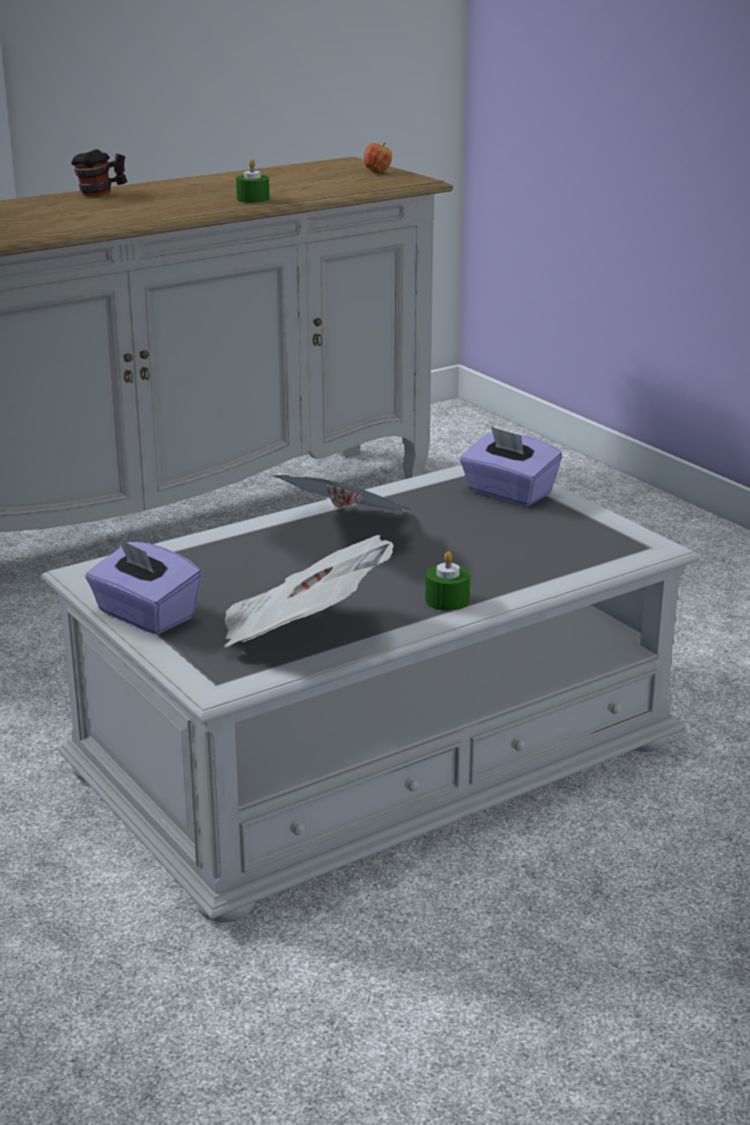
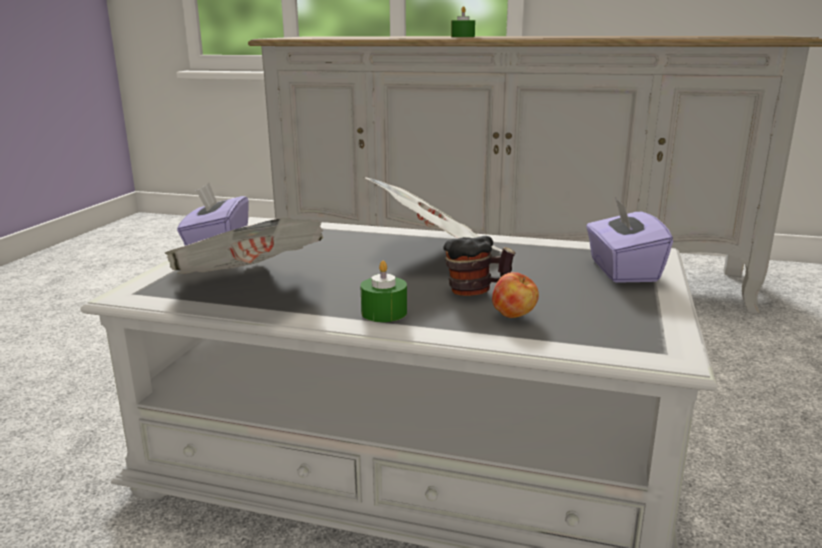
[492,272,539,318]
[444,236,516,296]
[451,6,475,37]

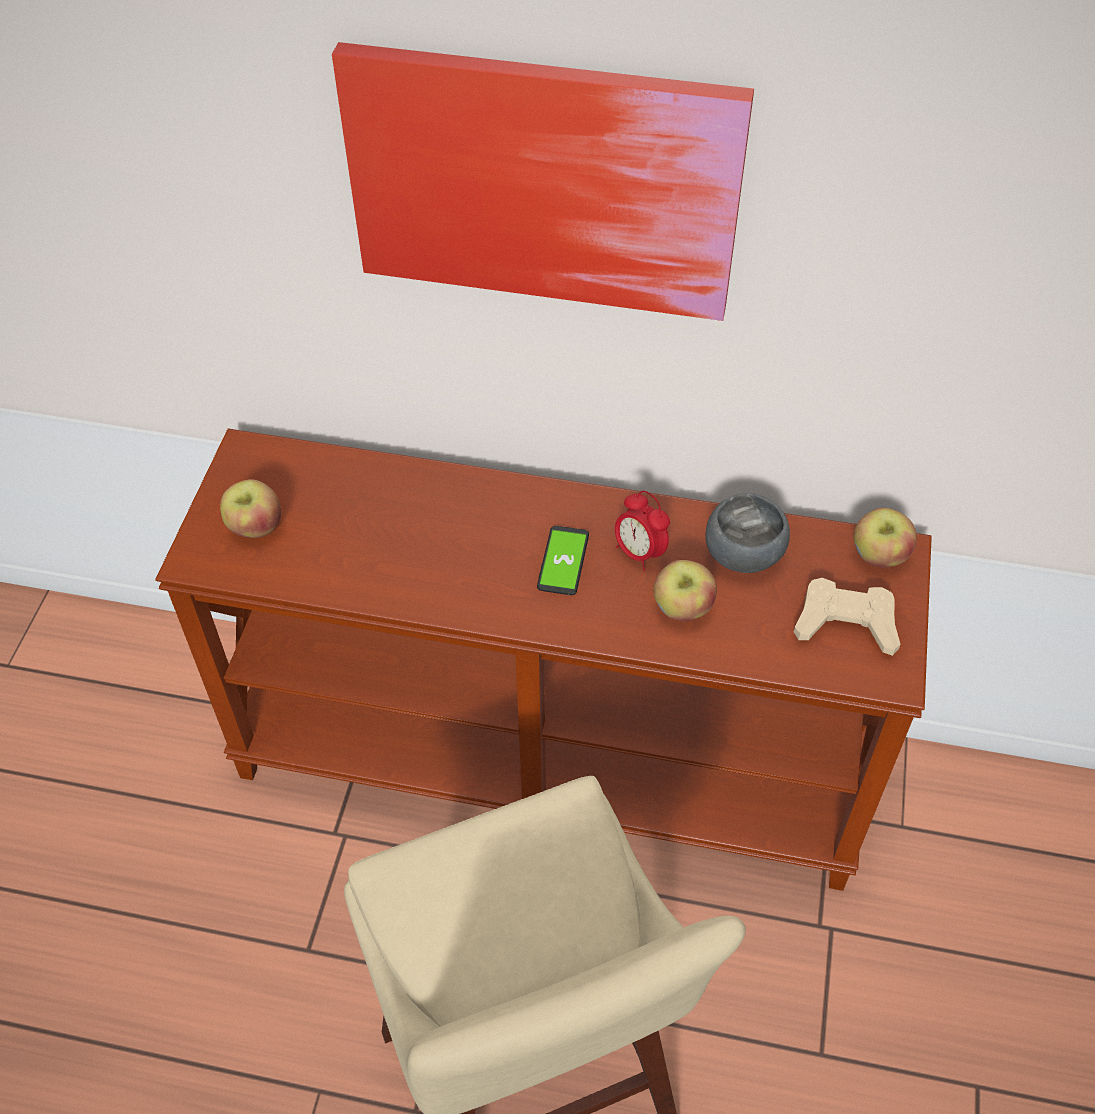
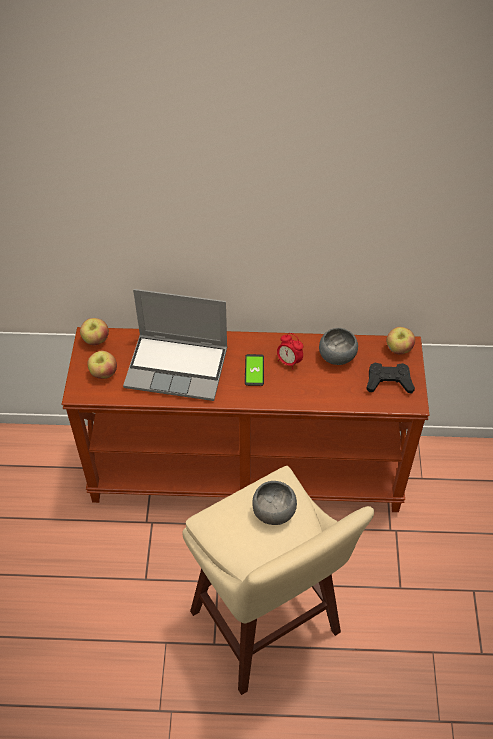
[332,42,754,321] (first image)
[80,318,109,345]
[366,363,415,394]
[123,289,227,401]
[252,481,297,525]

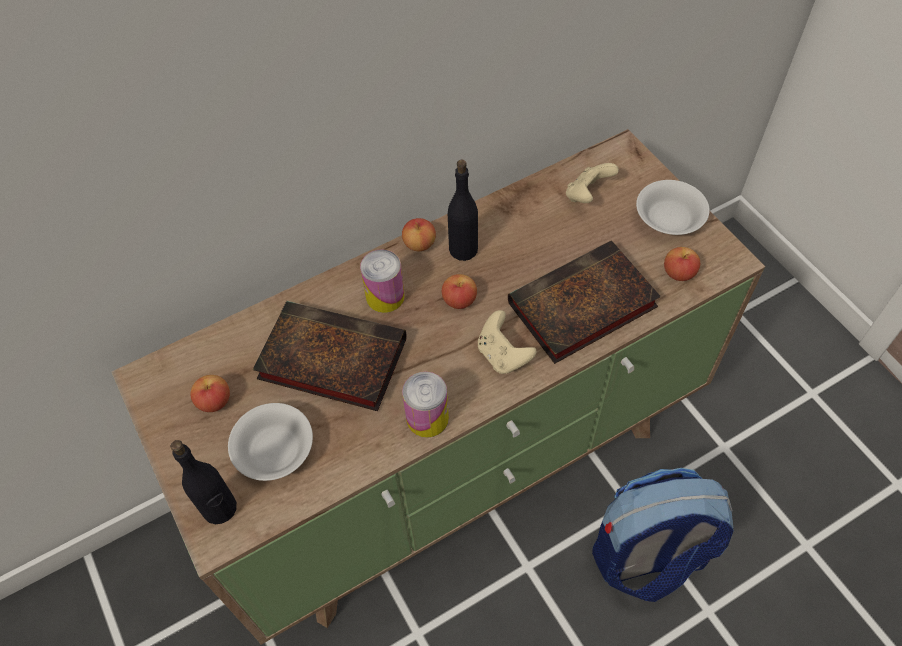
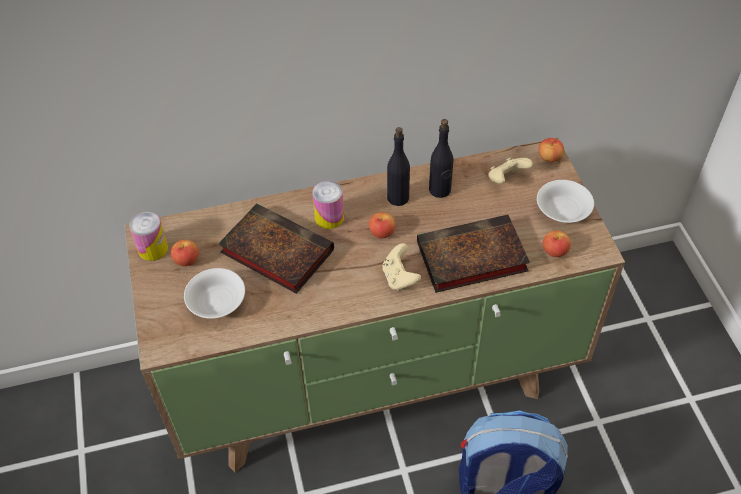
[539,138,564,162]
[129,212,168,261]
[429,119,453,198]

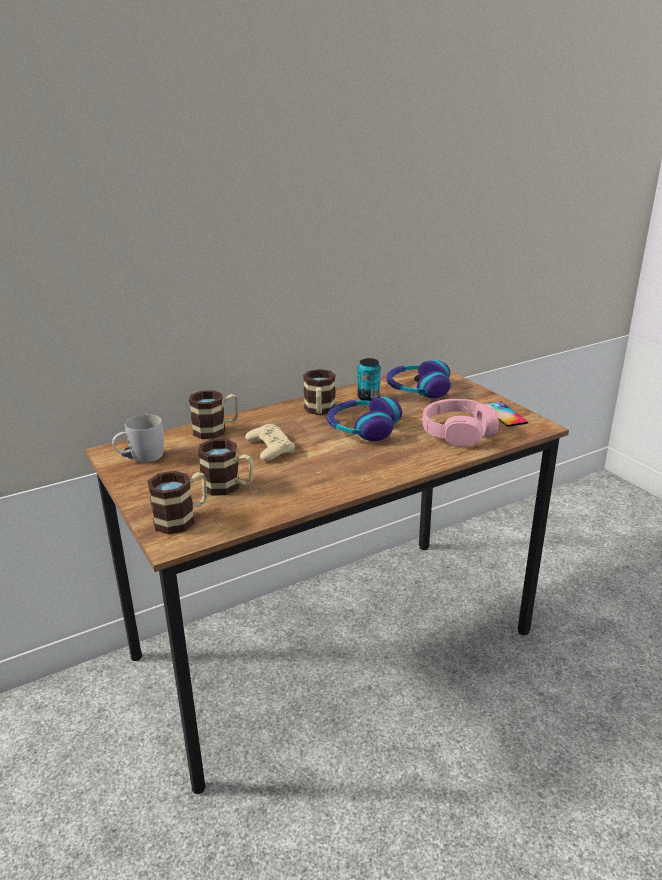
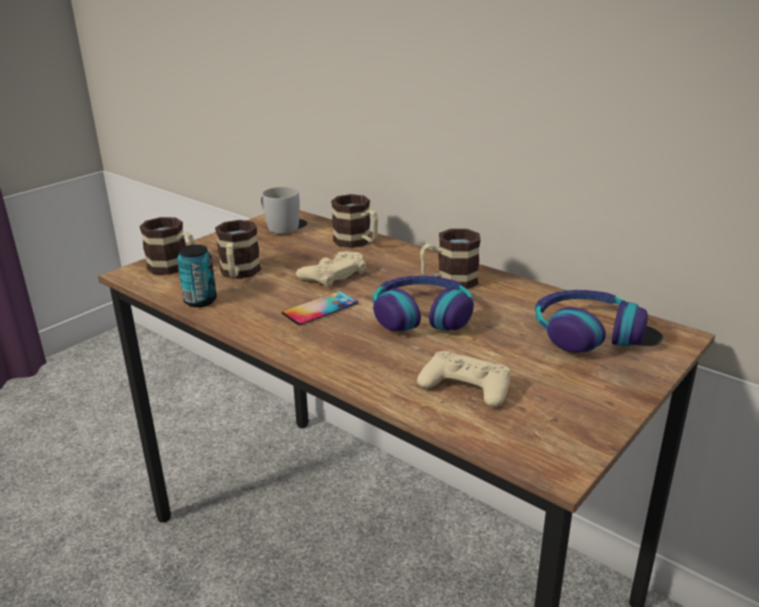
[177,244,217,307]
[417,351,510,407]
[282,291,358,325]

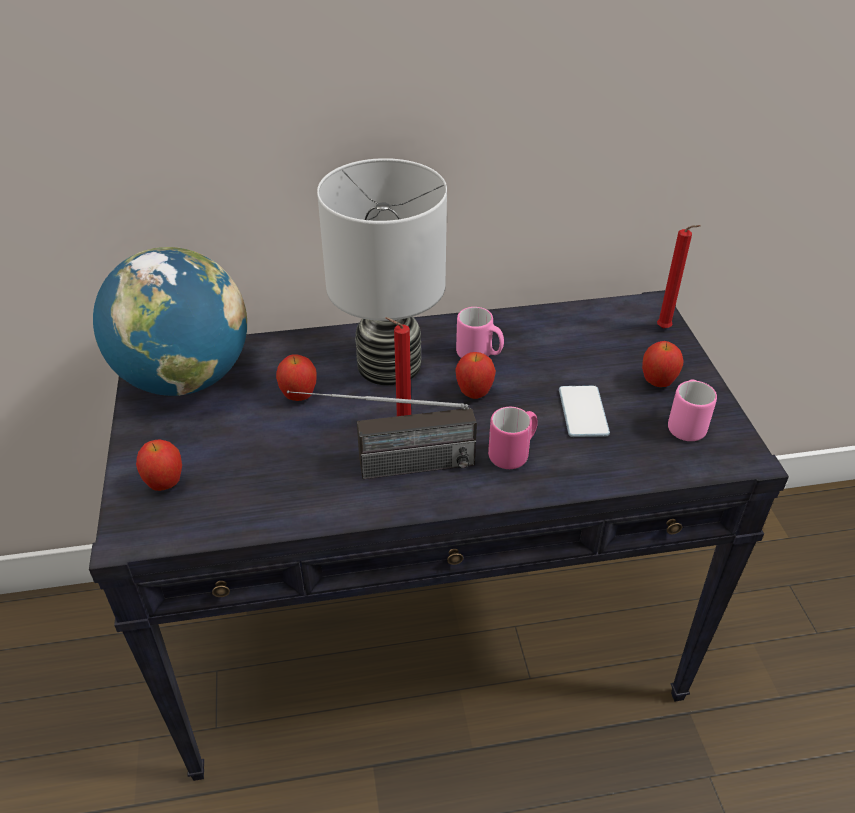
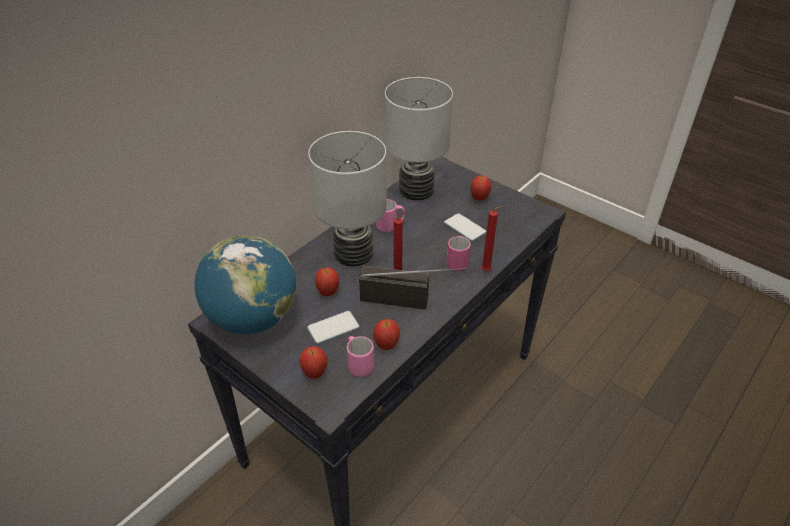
[481,206,504,271]
[373,319,400,350]
[347,336,374,377]
[359,266,467,310]
[385,77,453,200]
[307,311,360,344]

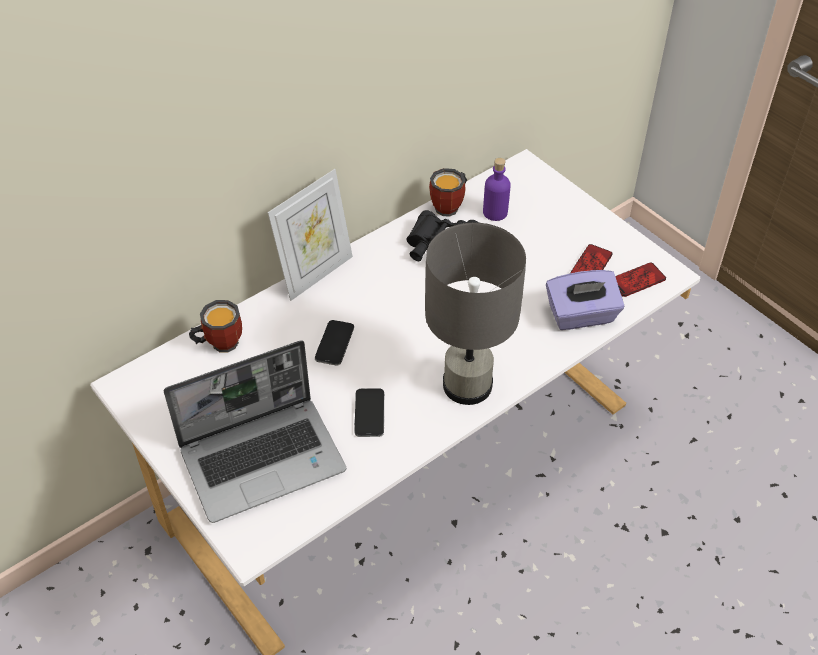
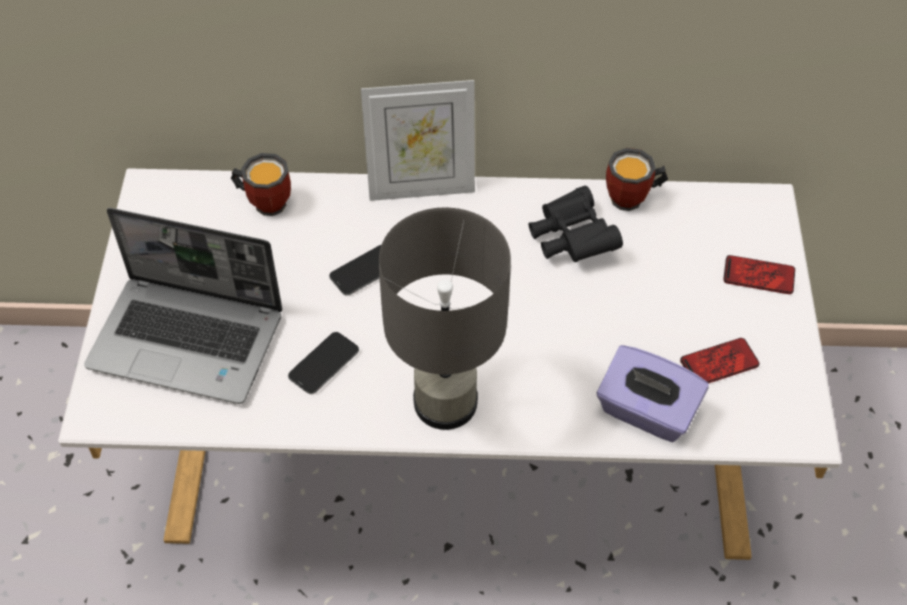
[483,158,511,221] (first image)
[723,255,795,294]

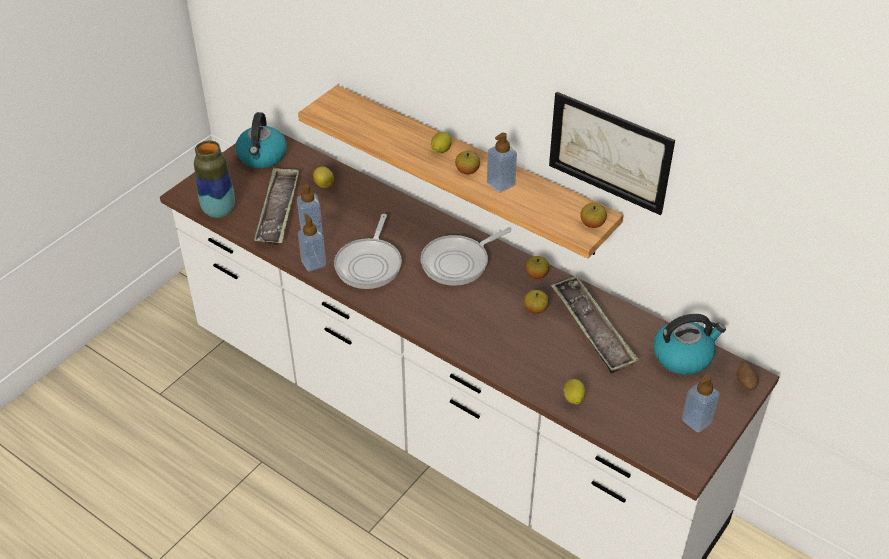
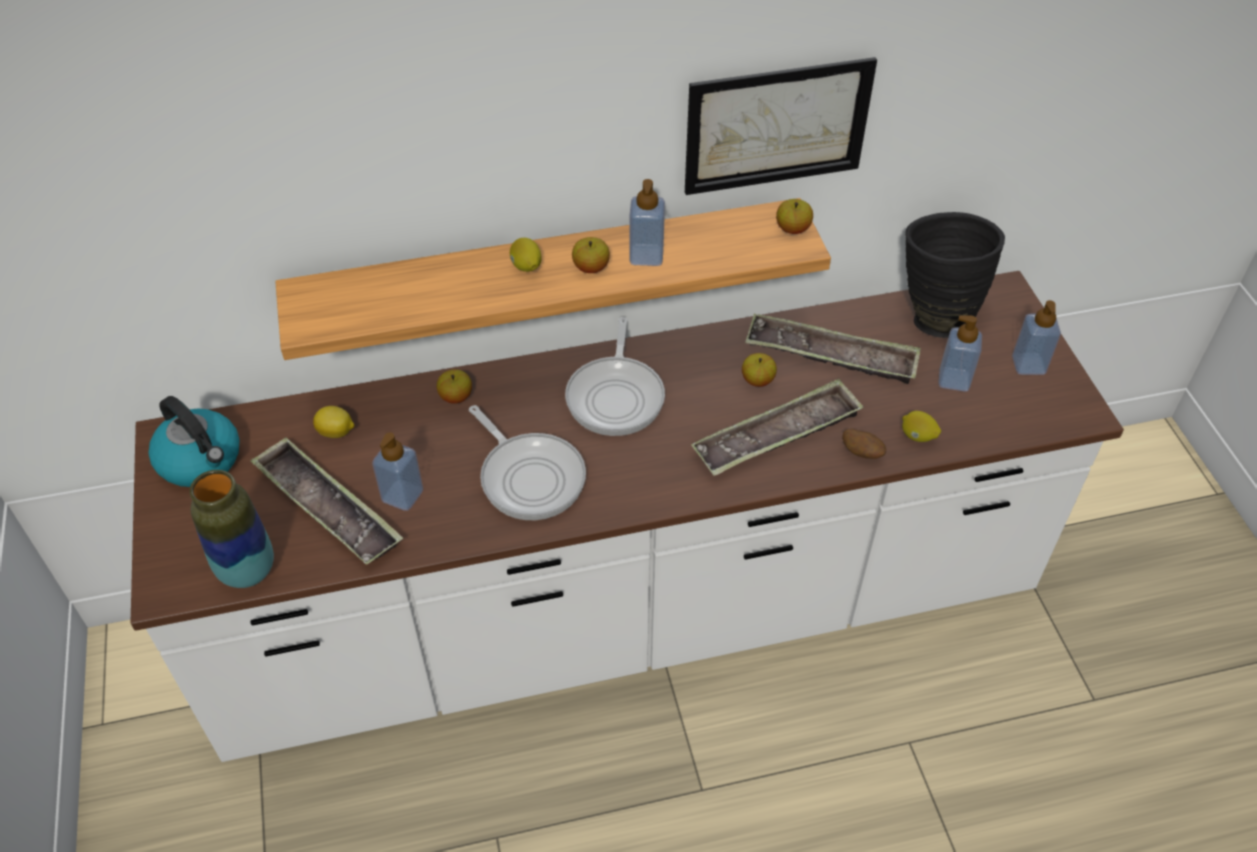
[938,316,982,392]
[437,369,472,404]
[905,212,1005,338]
[842,428,886,459]
[691,378,864,476]

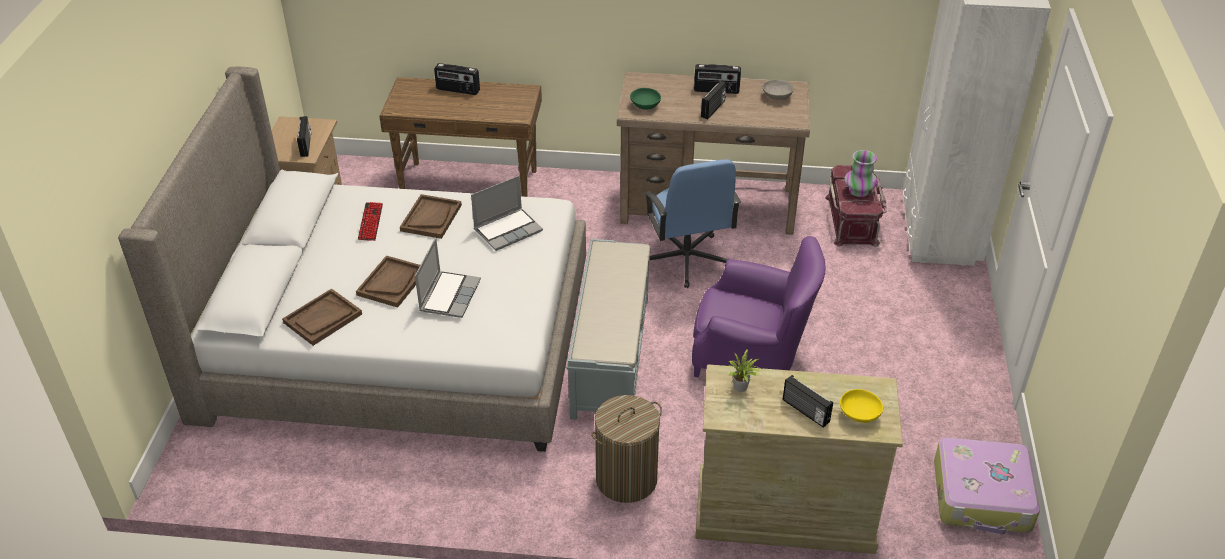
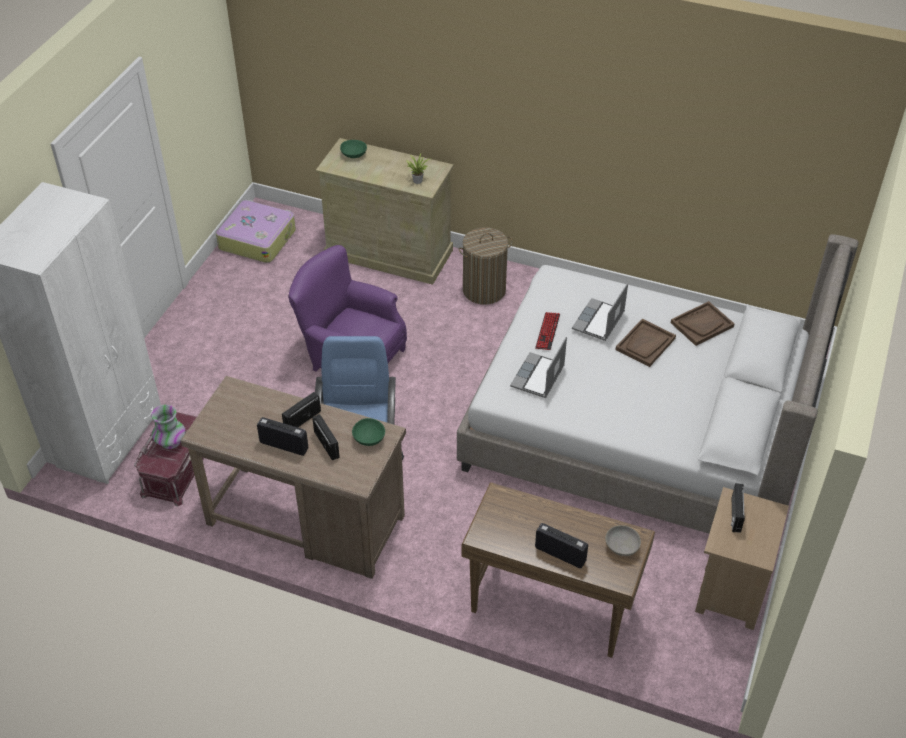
[605,525,641,556]
[510,337,567,398]
[400,194,462,239] (first image)
[535,312,560,350]
[567,239,651,420] (first image)
[312,414,340,460]
[340,140,367,158]

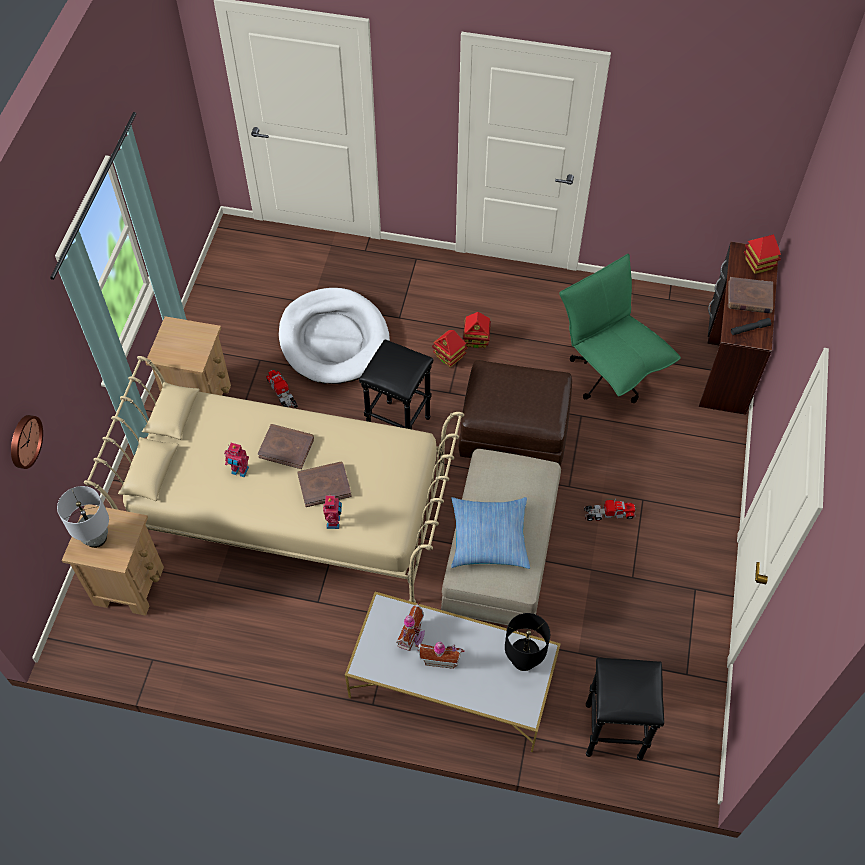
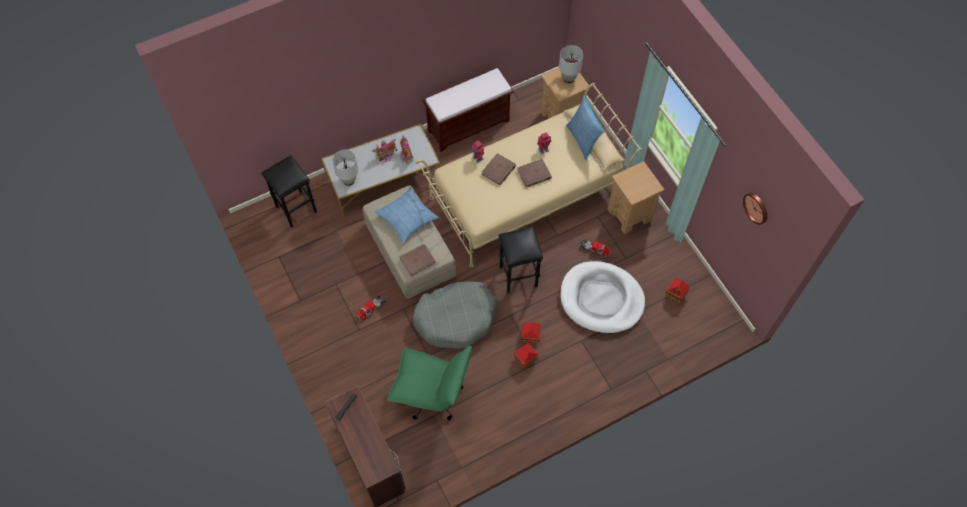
[665,278,690,303]
[400,244,436,276]
[413,281,497,349]
[743,193,767,225]
[332,150,358,186]
[423,67,514,152]
[566,96,605,161]

